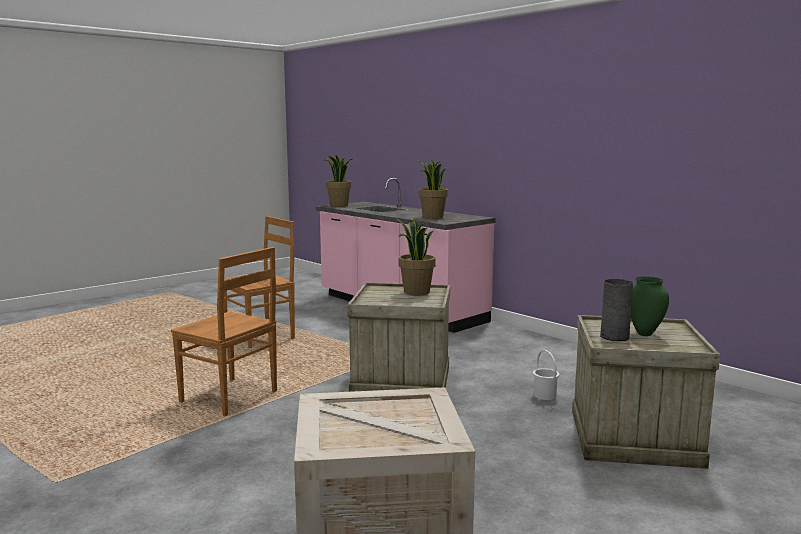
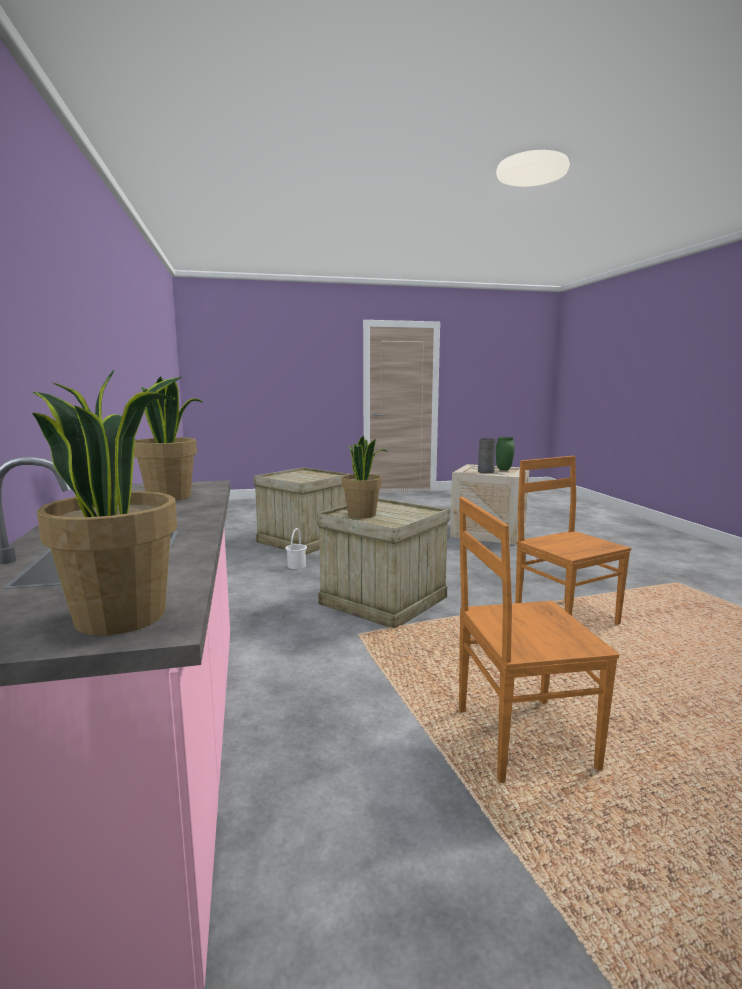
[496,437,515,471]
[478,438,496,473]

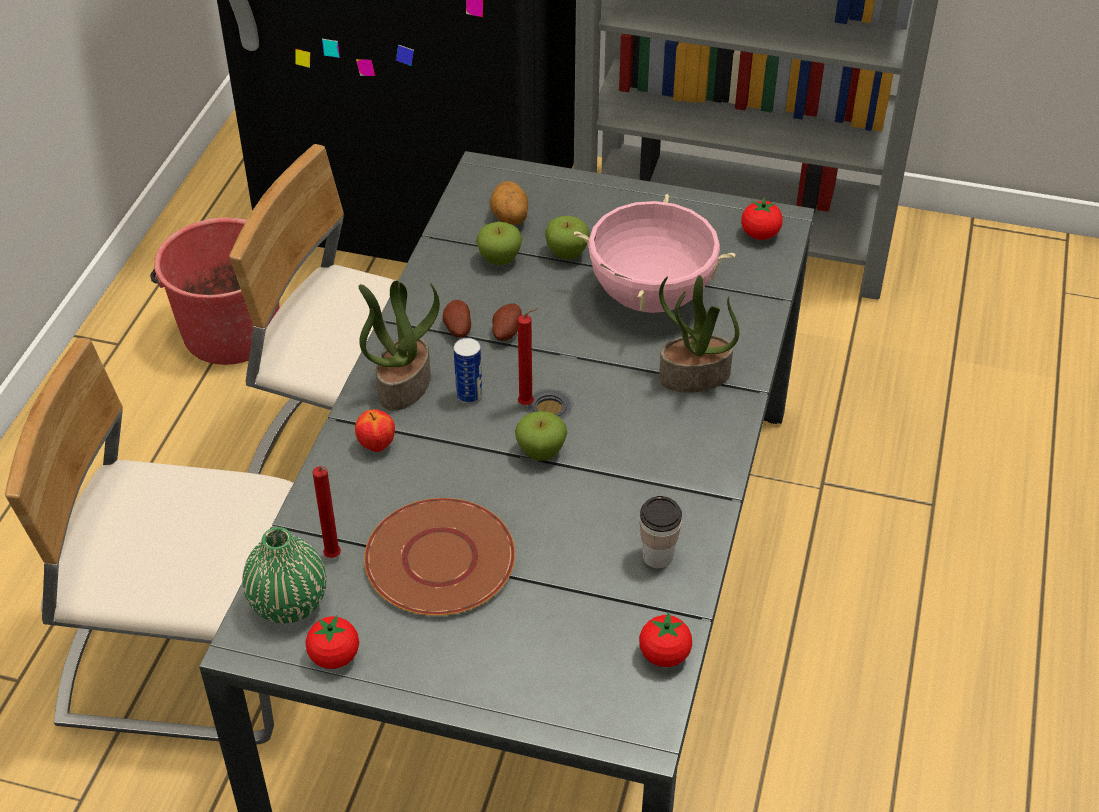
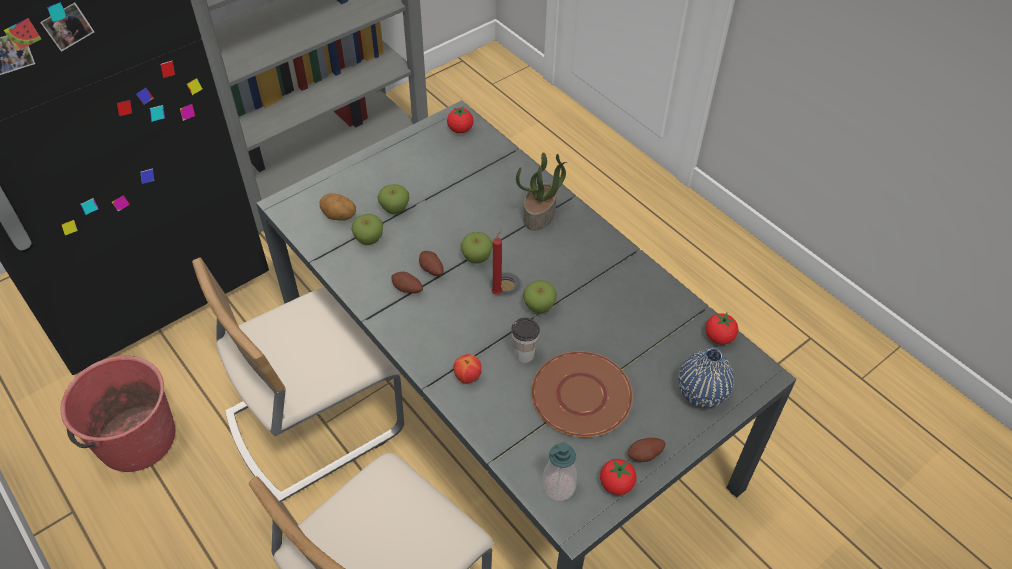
[574,194,736,313] (first image)
[359,280,440,411] (first image)
[454,338,483,405] (first image)
[312,466,341,558] (first image)
[511,318,540,363]
[542,442,577,501]
[461,232,493,264]
[678,347,734,408]
[628,438,666,462]

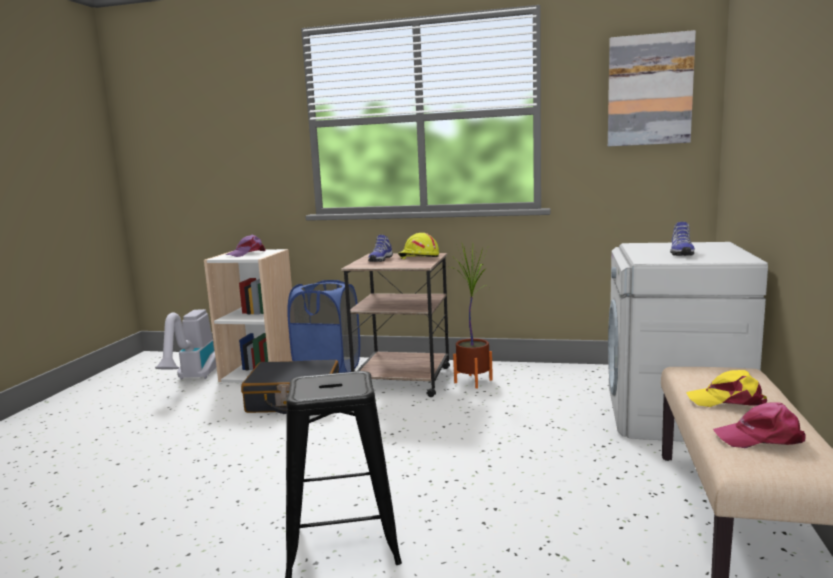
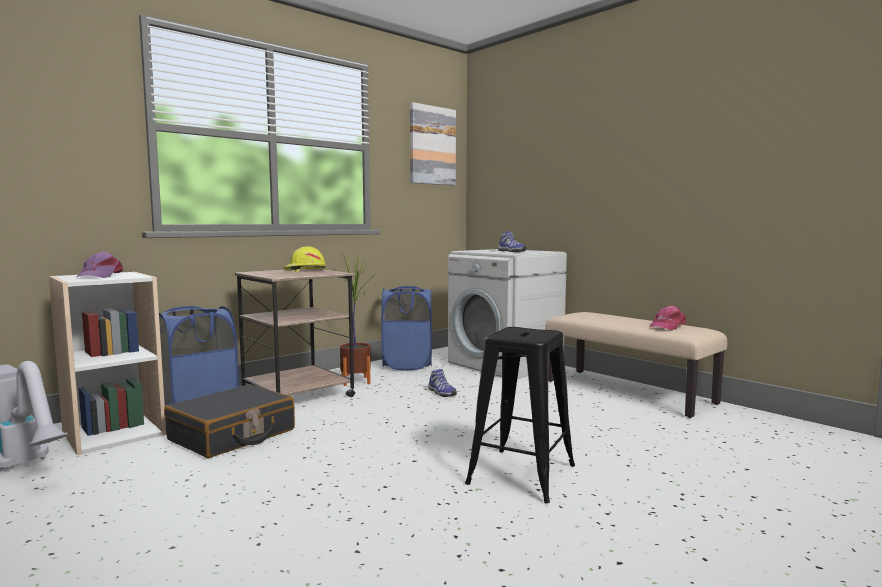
[428,369,457,397]
[687,370,767,407] (first image)
[381,286,432,370]

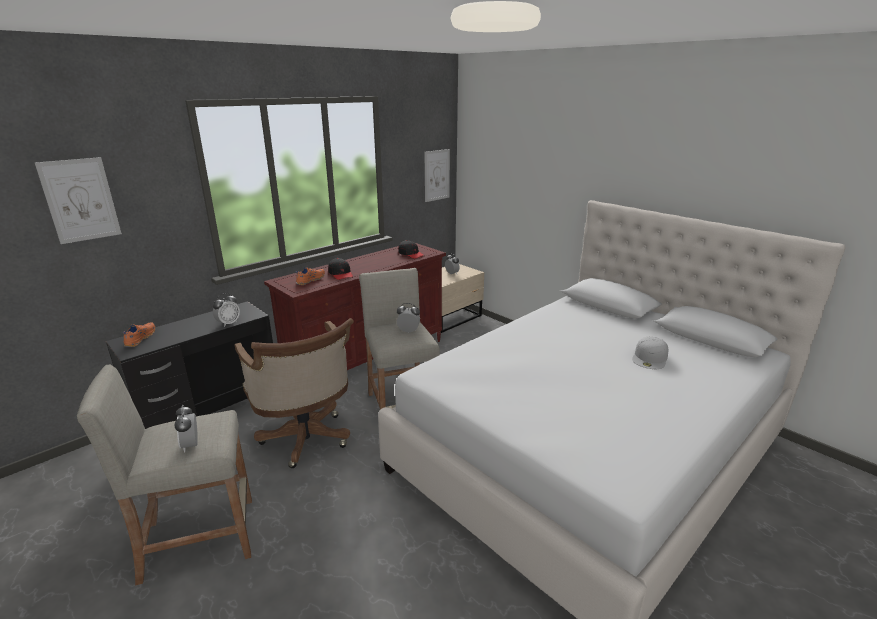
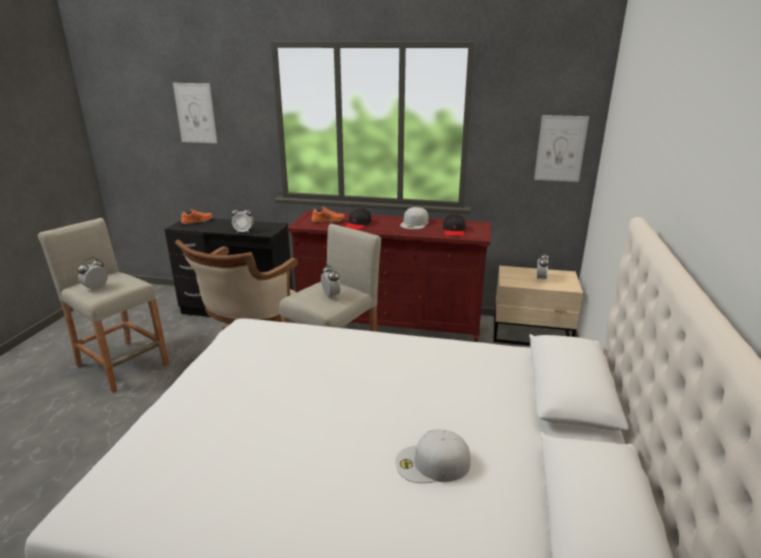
[400,207,429,229]

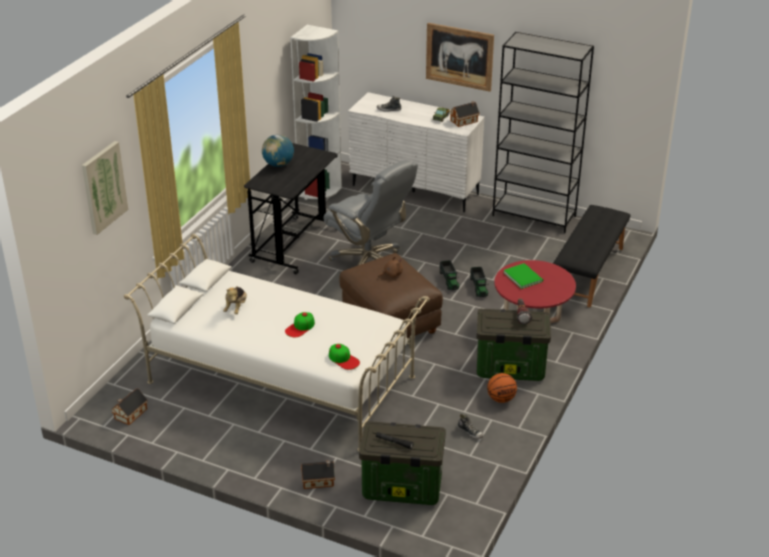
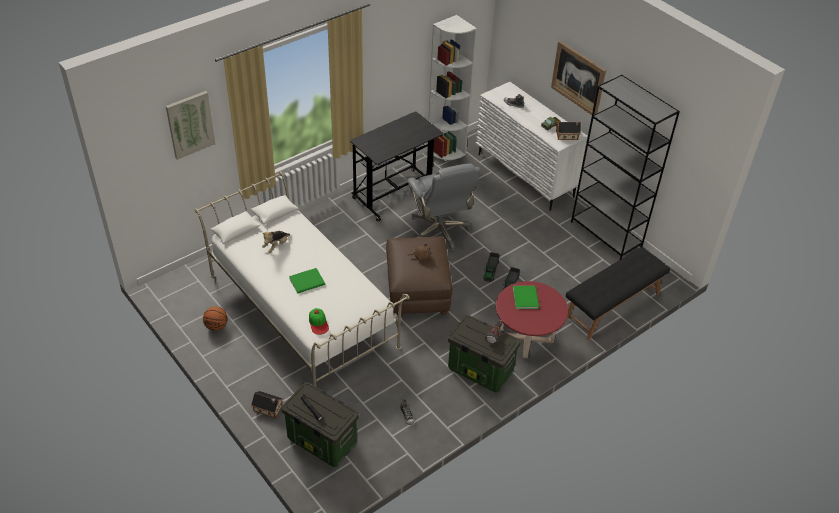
[262,135,294,167] (first image)
[289,268,325,294]
[203,306,228,331]
[111,388,147,425] (first image)

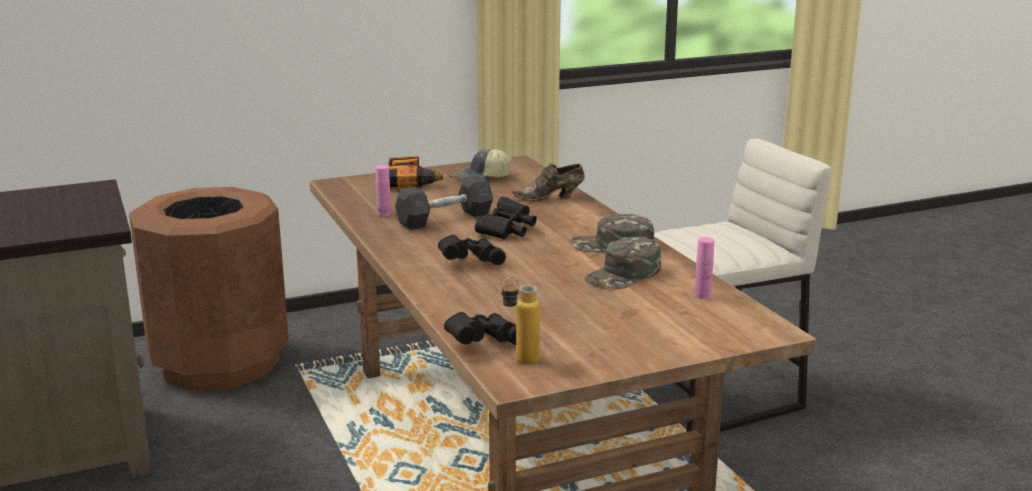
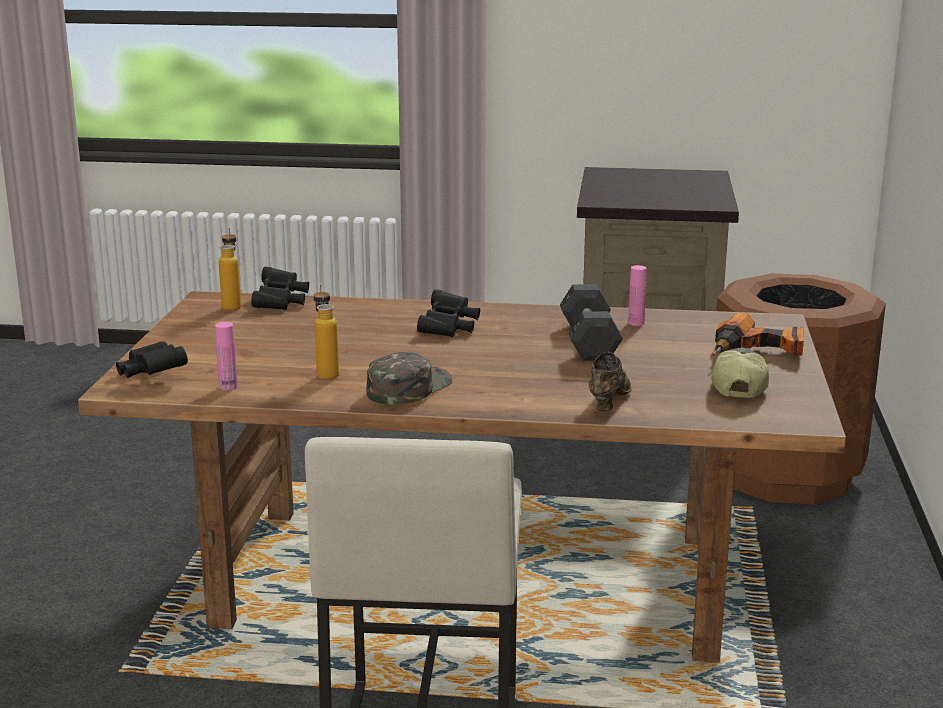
[116,341,188,378]
[314,284,339,380]

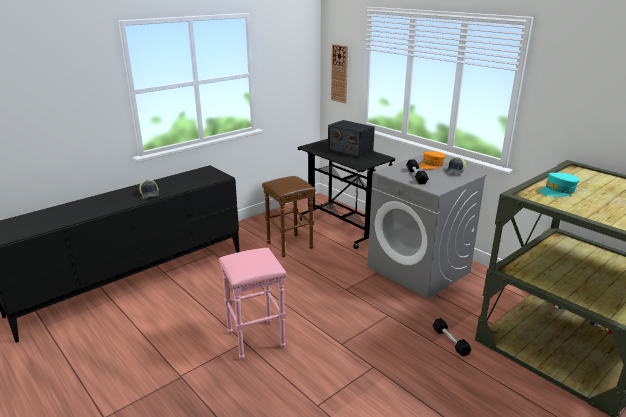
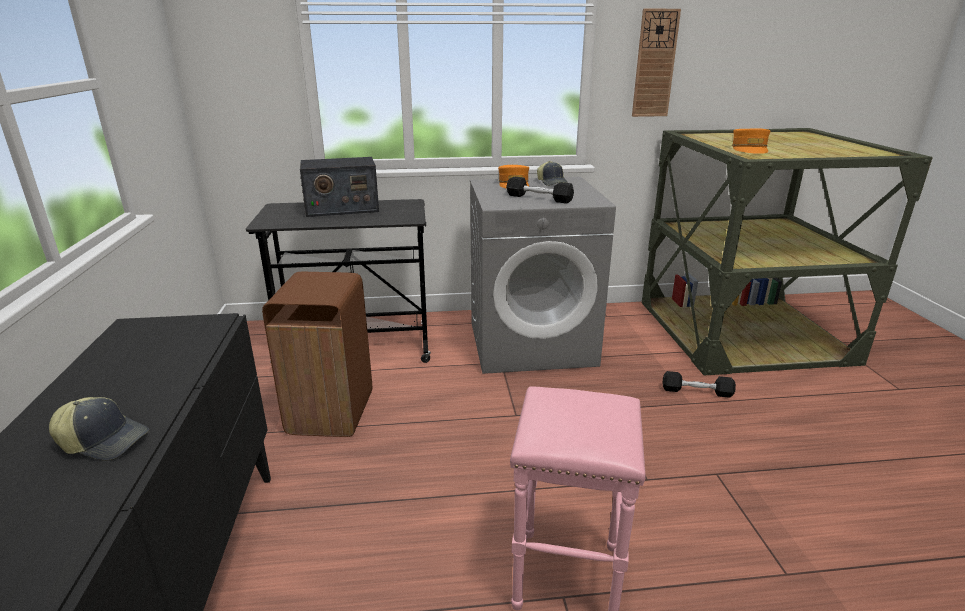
[632,9,681,117]
[732,128,770,154]
[262,272,372,437]

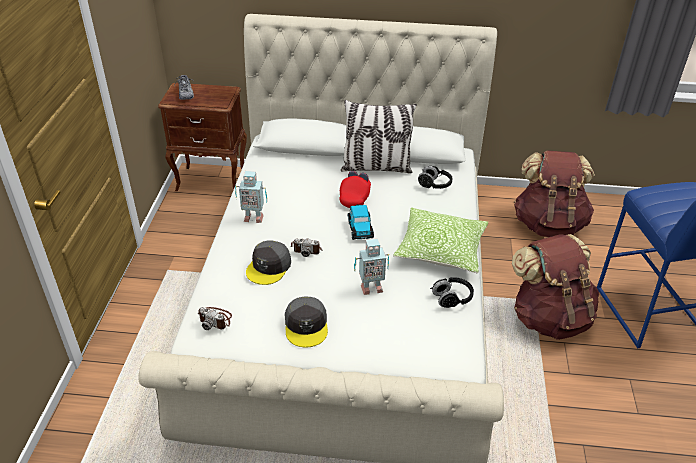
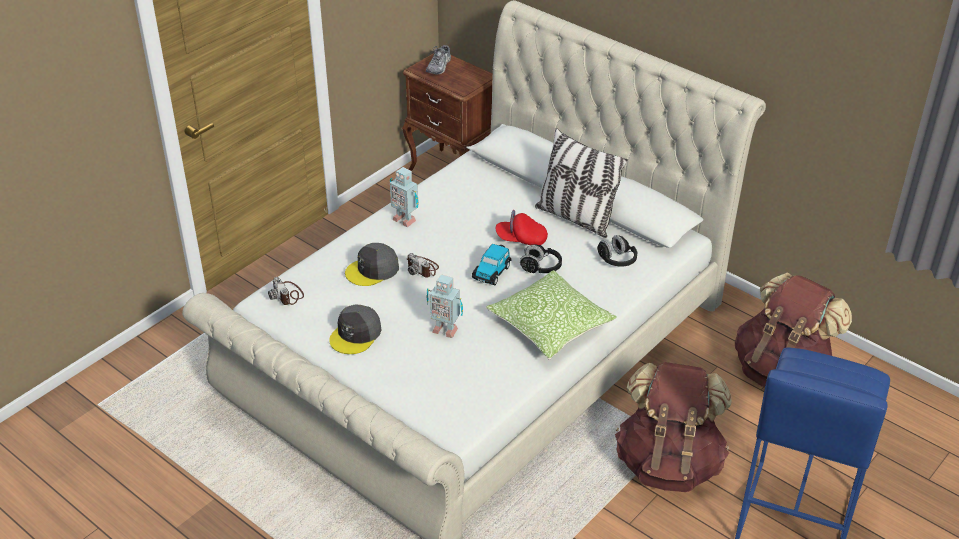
[495,210,548,245]
[520,244,562,273]

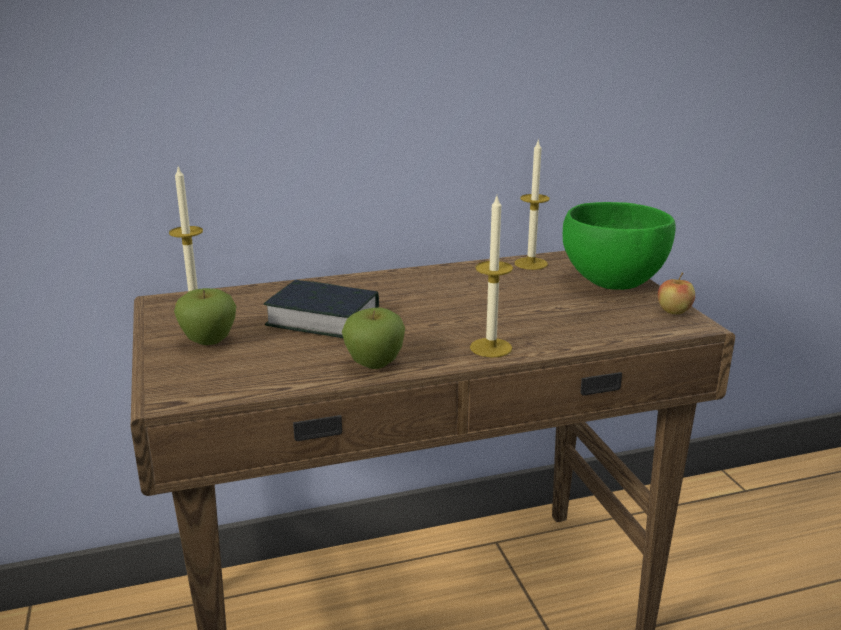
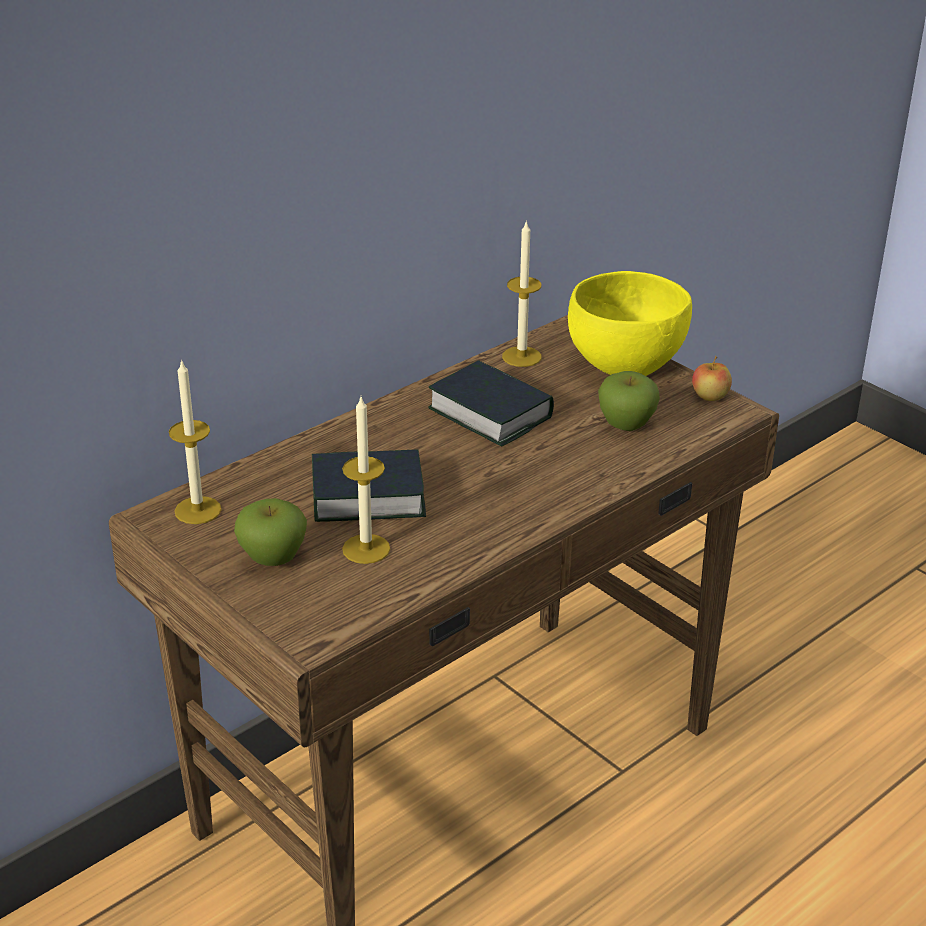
[342,397,390,564]
[568,271,692,376]
[598,371,660,431]
[428,360,554,447]

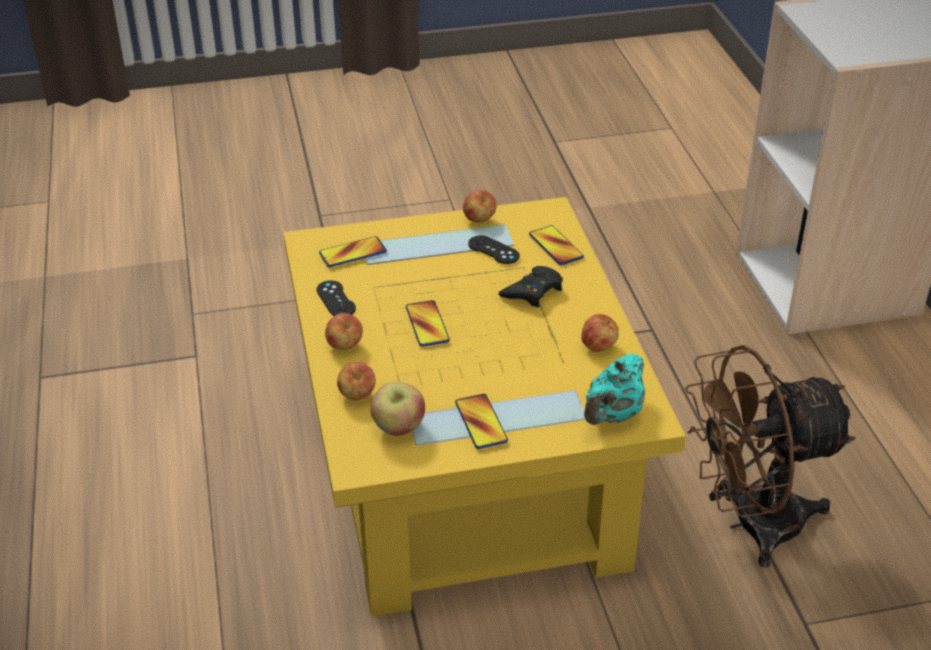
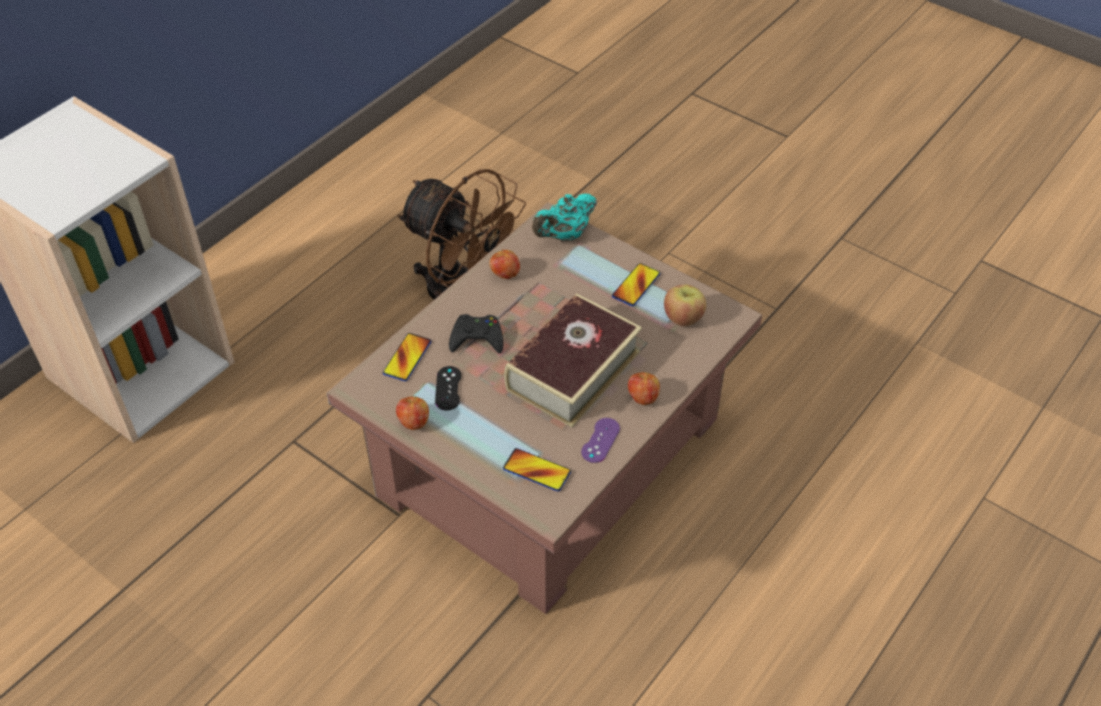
[327,202,762,614]
[581,418,620,463]
[504,293,642,427]
[532,193,597,241]
[337,362,376,400] (first image)

